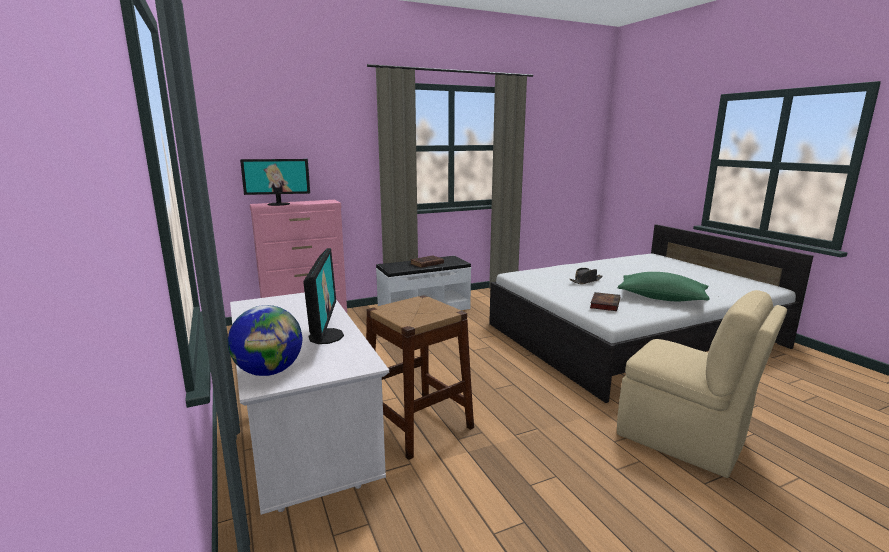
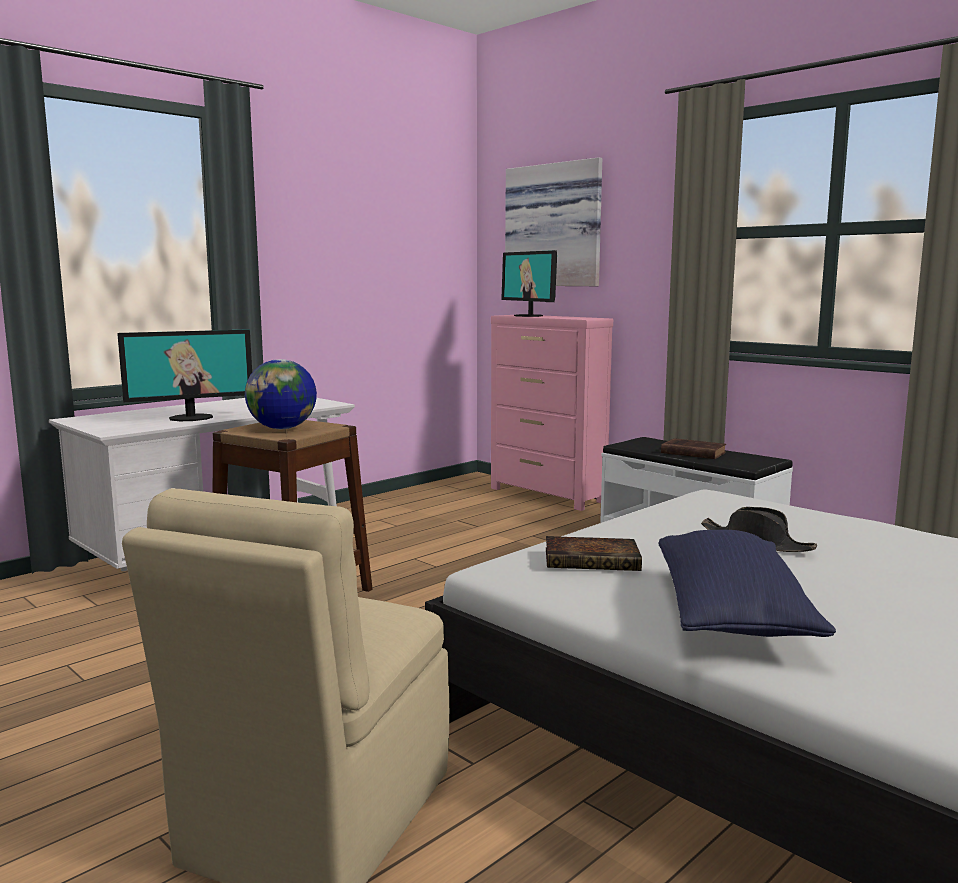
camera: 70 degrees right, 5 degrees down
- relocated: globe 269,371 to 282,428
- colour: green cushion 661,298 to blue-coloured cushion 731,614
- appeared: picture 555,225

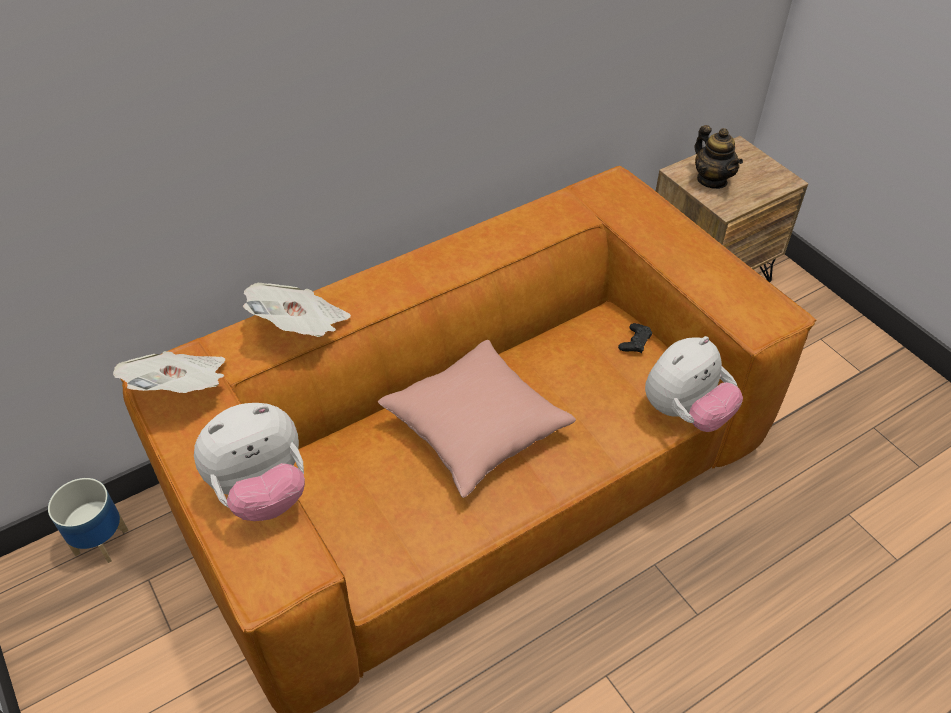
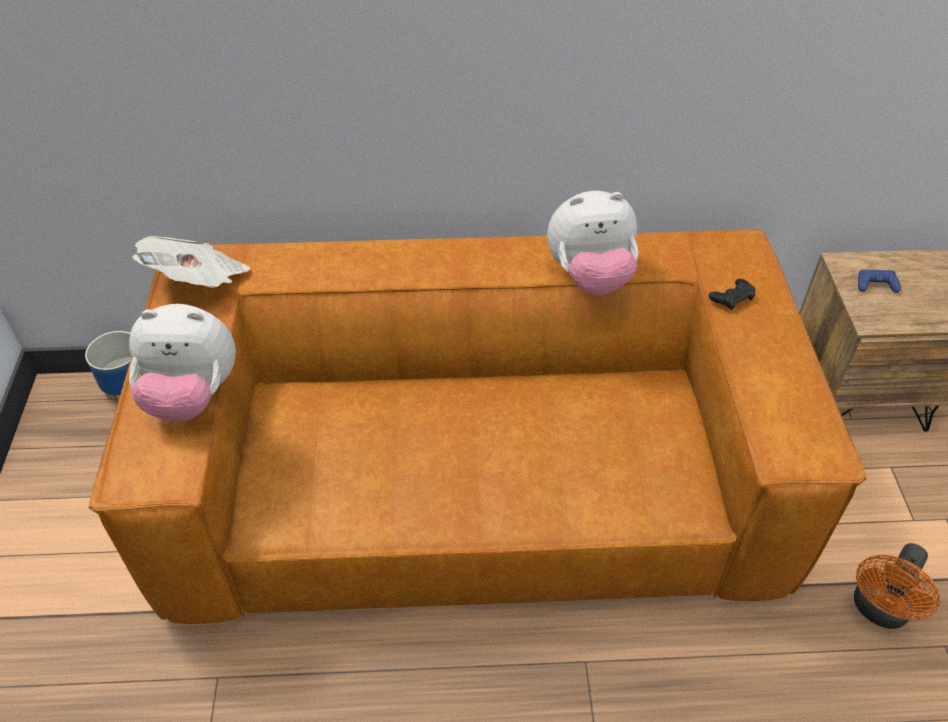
camera: 30 degrees right, 0 degrees up
- missing: newspaper 301,327
- missing: pink-coloured cushion 476,427
- relocated: black-coloured joypad 635,342 to 732,298
- relocated: soft toy 685,413 to 590,277
- exchanged: pot for tea 712,180 to blue-coloured joypad 875,285
- appeared: orange electric fan 878,611

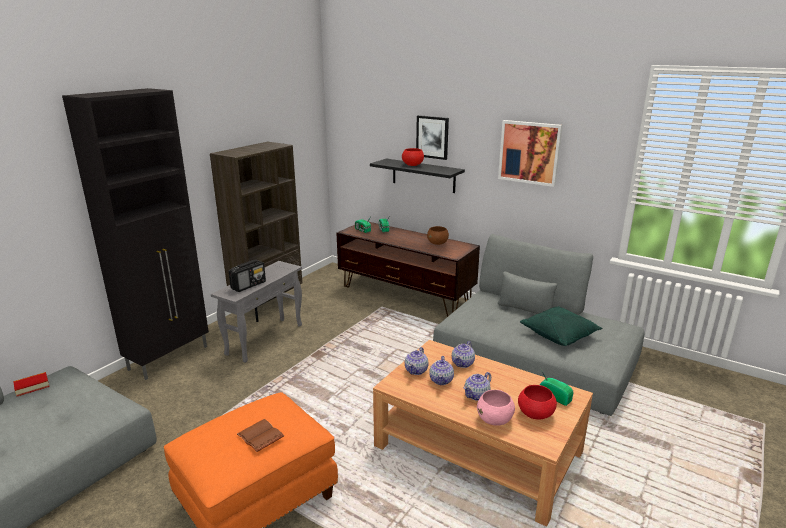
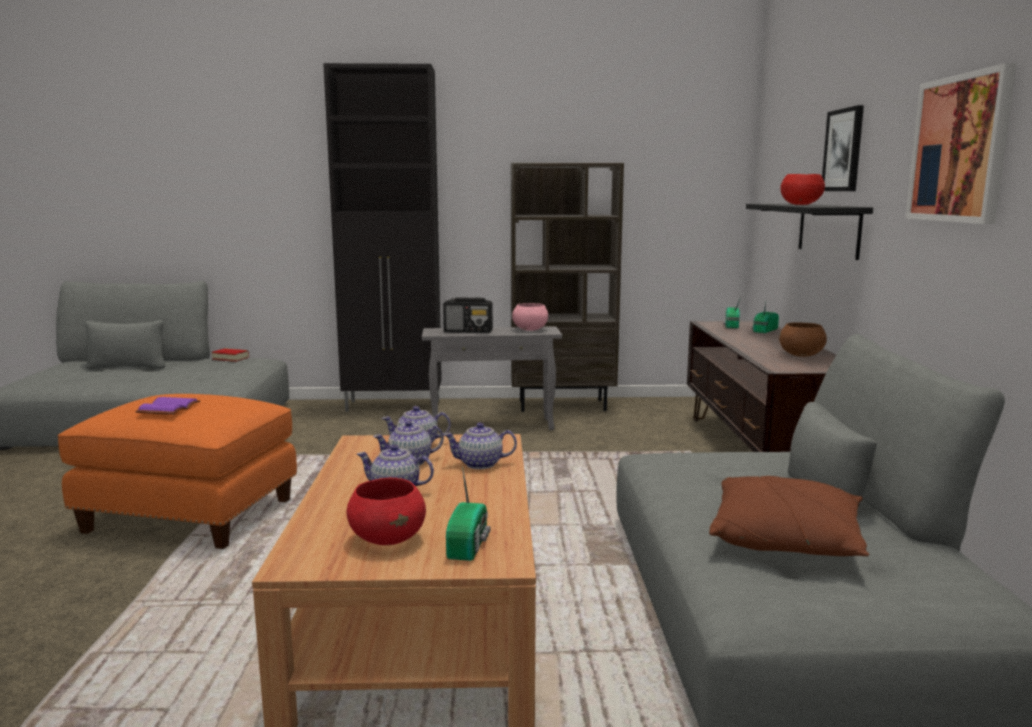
camera: 55 degrees right, 10 degrees down
- colour: brownish volume 261,436 to purple volume 169,408
- relocated: pink-coloured serving bowl 495,420 to 530,330
- colour: green cushion 559,334 to brownish cushion 786,540

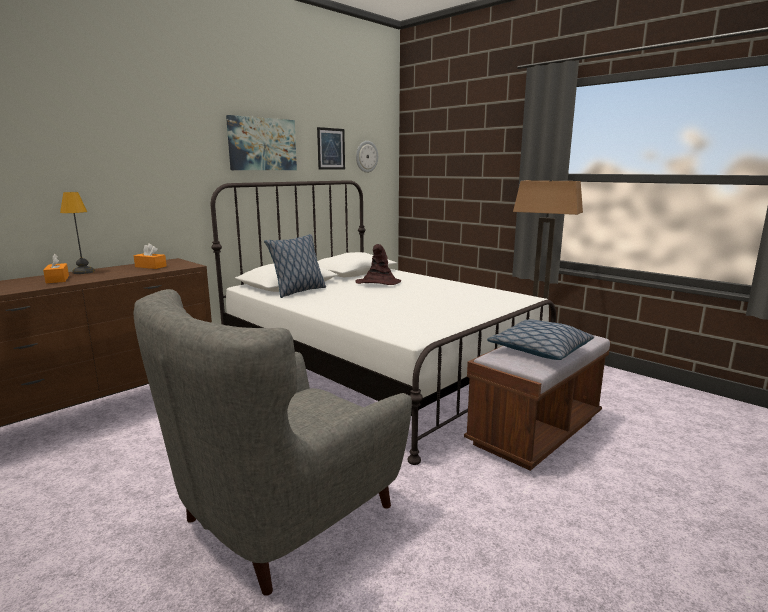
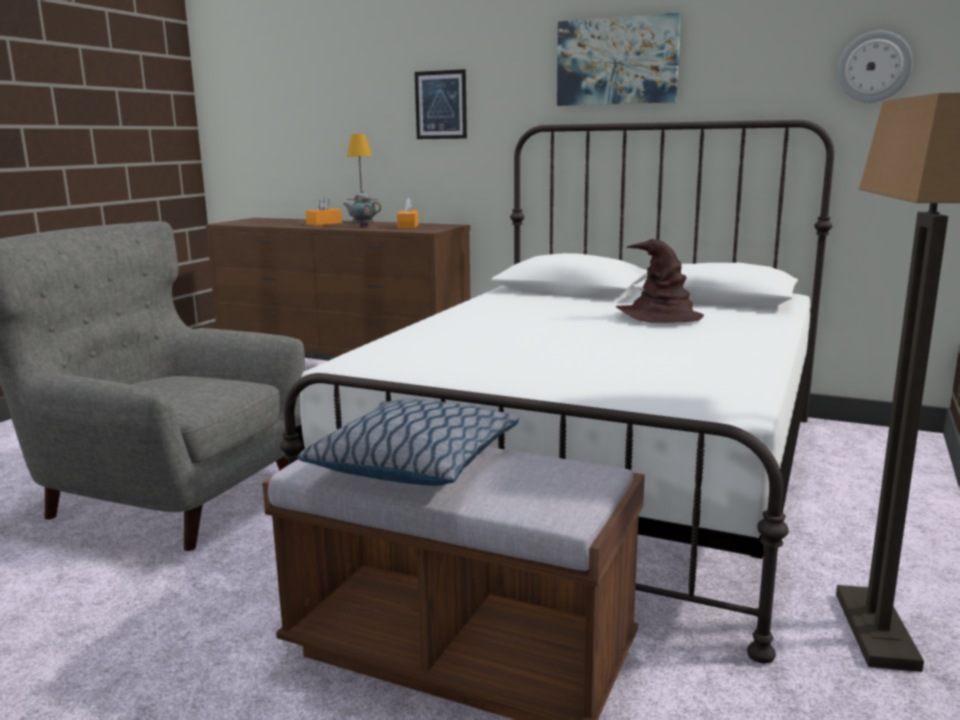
camera: 70 degrees right, 0 degrees up
- missing: cushion 298,291
- relocated: picture 331,149 to 441,105
- appeared: pot for tea 362,226

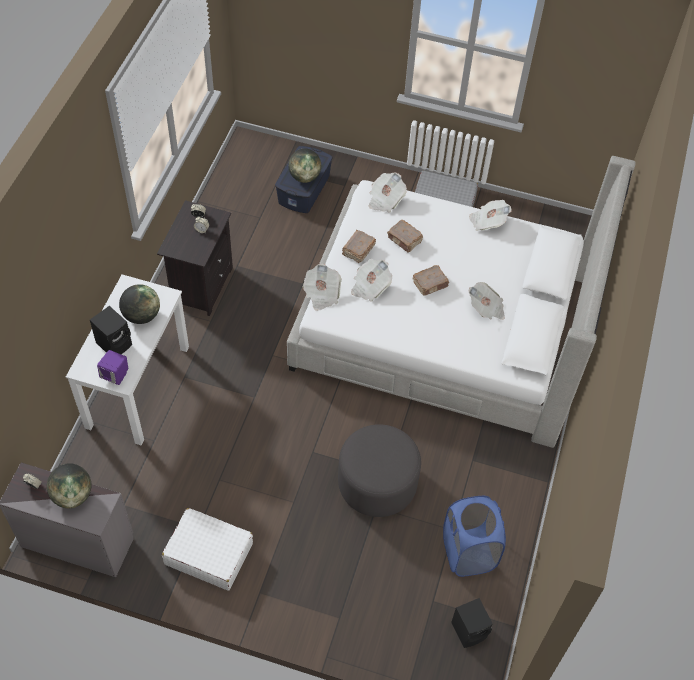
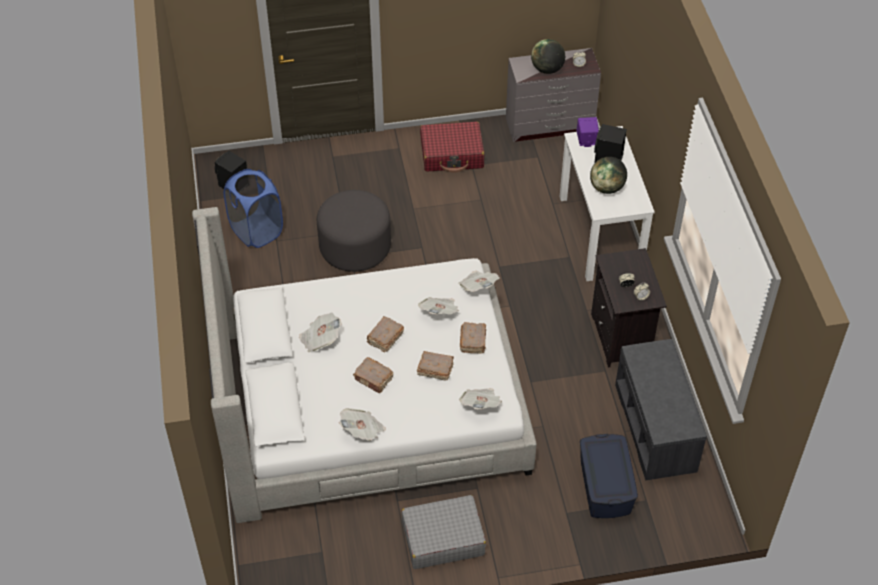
camera: 155 degrees right, 5 degrees down
- colour: white suitcase 208,553 to red-coloured suitcase 452,154
- missing: globe 304,177
- appeared: brownish volume 374,379
- appeared: grey long seat 656,428

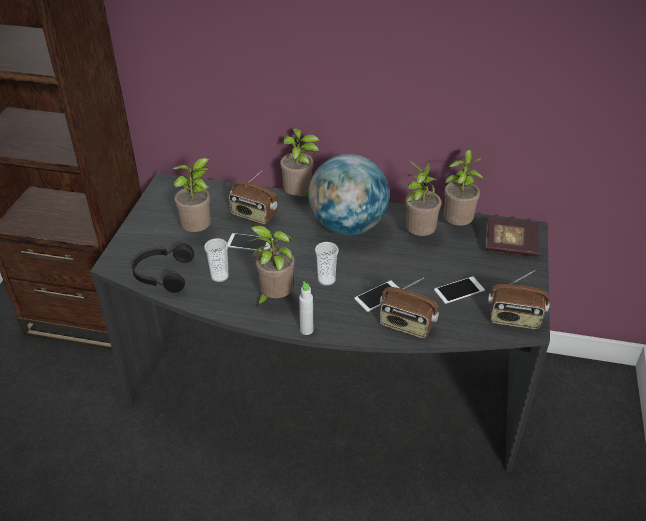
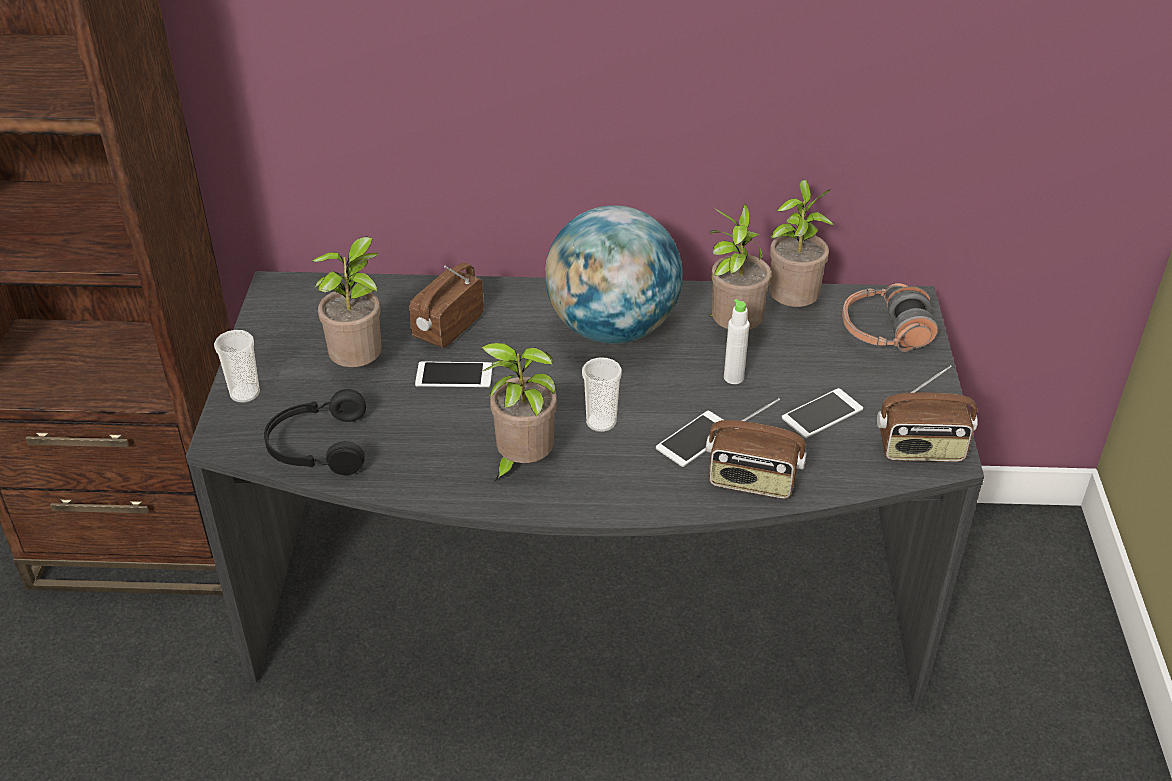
camera: 10 degrees left, 0 degrees up
- relocated: drinking cup 219,276 to 245,393
- spun: radio set 253,215 = 447,327 105 degrees clockwise
- missing: houseplant 299,198
- relocated: white drink bottle 306,330 to 733,378
- exchanged: volume 510,246 to headset 885,332

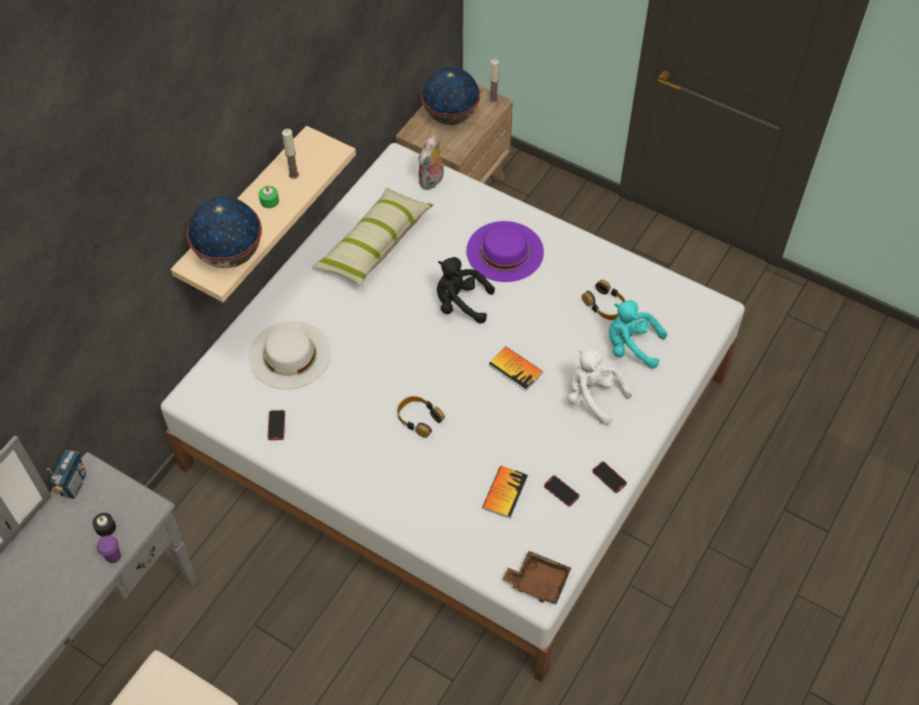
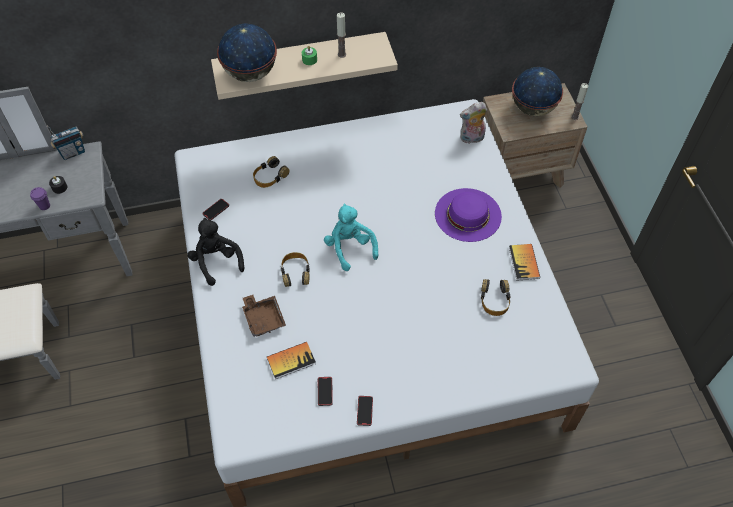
camera: 45 degrees right, 0 degrees up
- exchanged: white hat 289,354 to headset 270,176
- missing: cushion 374,245
- relocated: black-coloured soft toy 460,303 to 216,261
- relocated: volume 515,369 to 524,262
- relocated: brownish serving tray 538,581 to 263,318
- missing: white soft toy 592,397
- relocated: blue-green soft toy 631,346 to 350,248

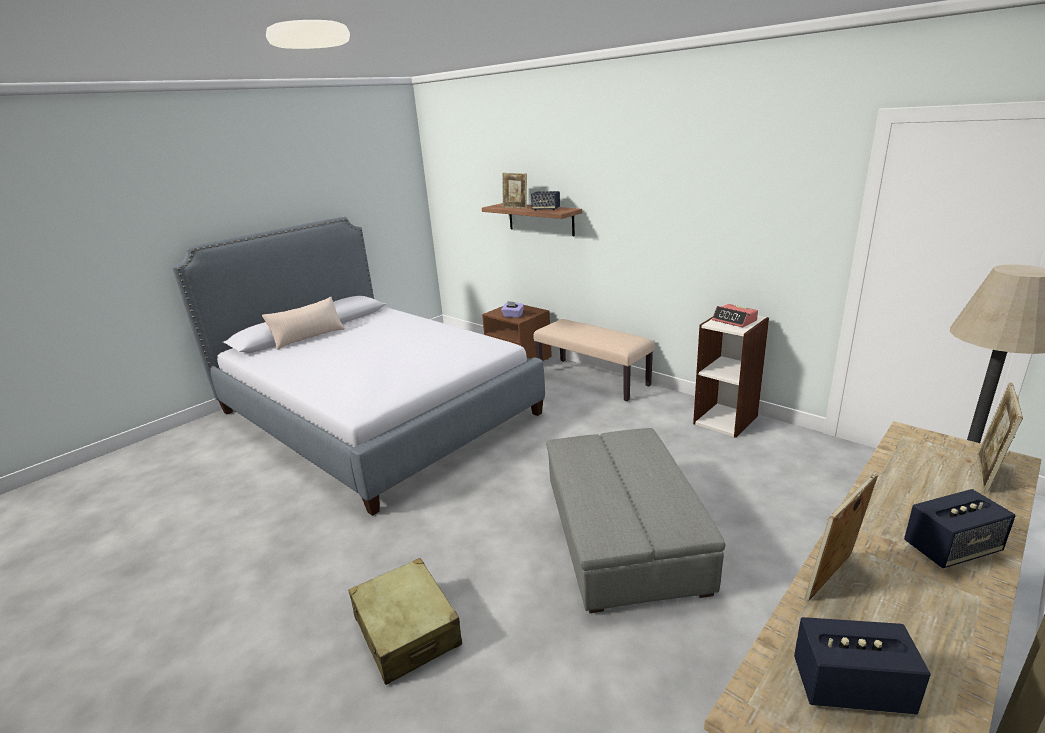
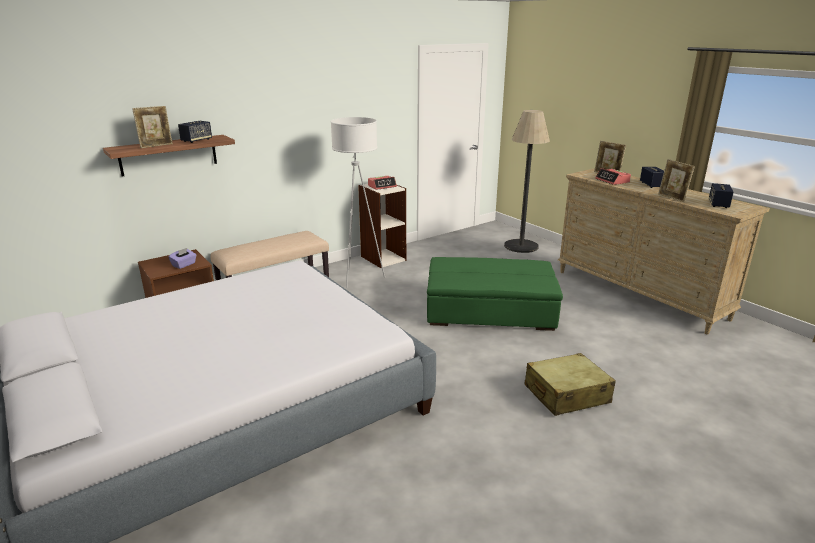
camera: 80 degrees left, 0 degrees up
- missing: beige-coloured cushion 308,337
- colour: grey pouffe 623,534 to green pouffe 489,310
- appeared: white standard lamp 359,278
- appeared: bedside clock 612,181

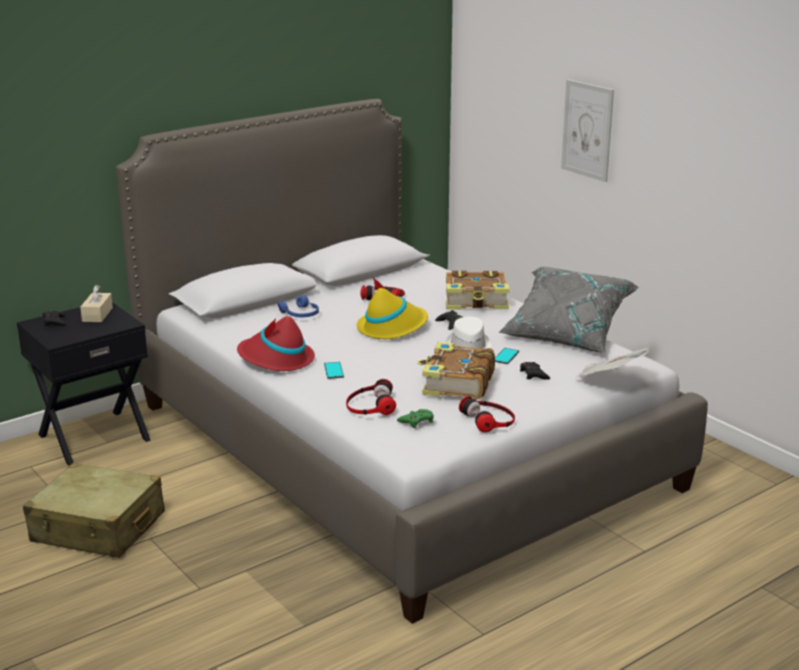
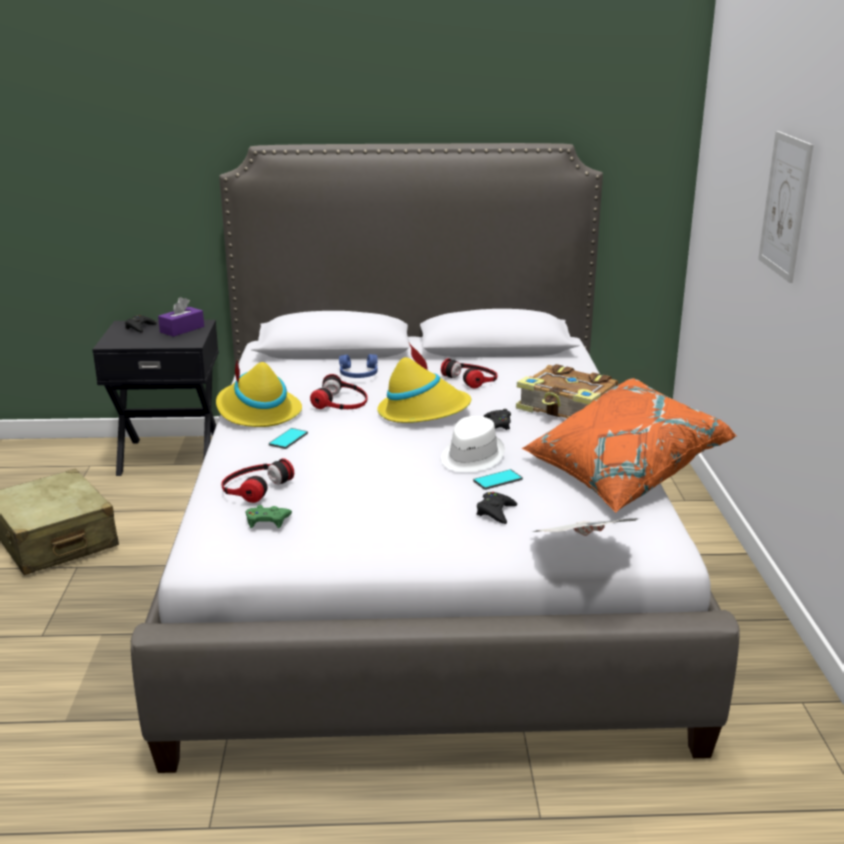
camera: 35 degrees right, 0 degrees up
- colour: beige-coloured box of tissues 97,314 to purple box of tissues 182,329
- colour: red-coloured hat 276,359 to yellow hat 257,412
- missing: volume 456,383
- relocated: headset 489,419 to 341,401
- colour: grey cushion 566,333 to orange cushion 619,475

